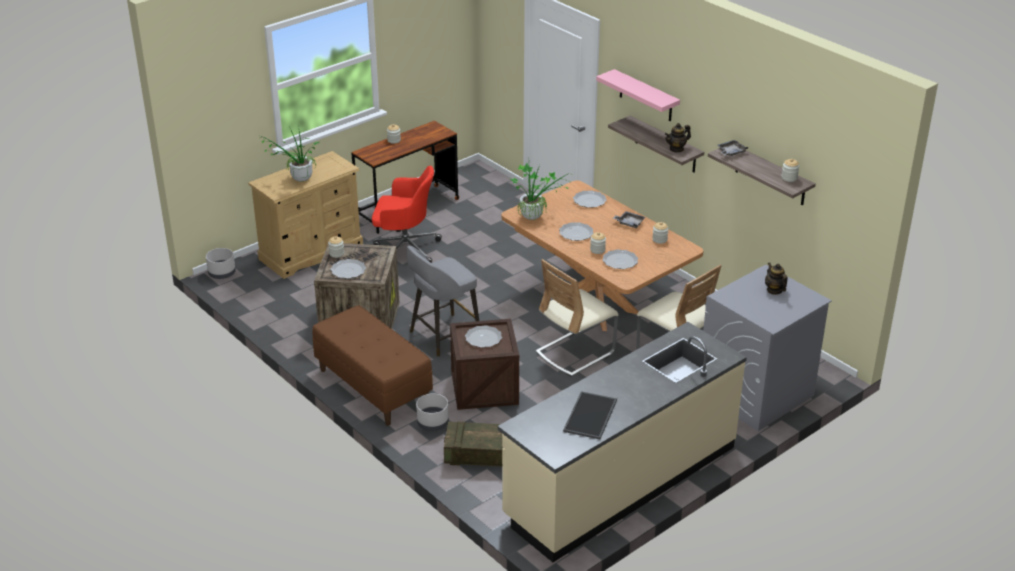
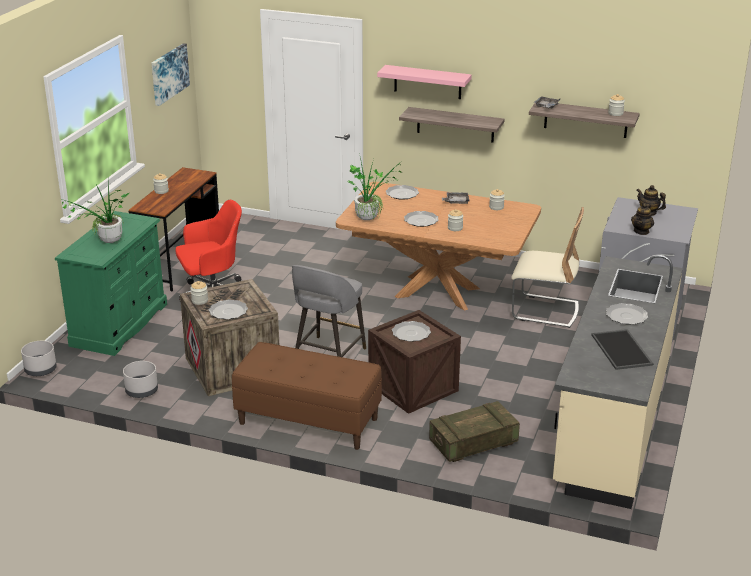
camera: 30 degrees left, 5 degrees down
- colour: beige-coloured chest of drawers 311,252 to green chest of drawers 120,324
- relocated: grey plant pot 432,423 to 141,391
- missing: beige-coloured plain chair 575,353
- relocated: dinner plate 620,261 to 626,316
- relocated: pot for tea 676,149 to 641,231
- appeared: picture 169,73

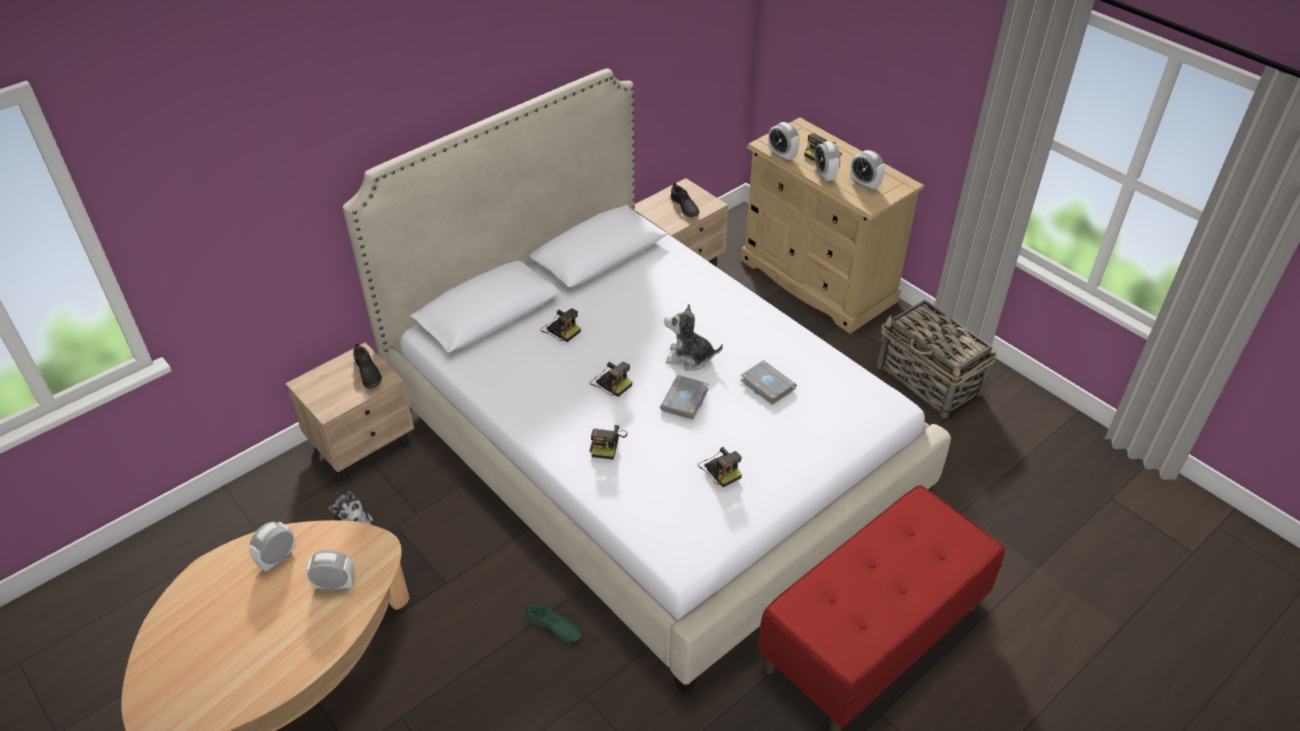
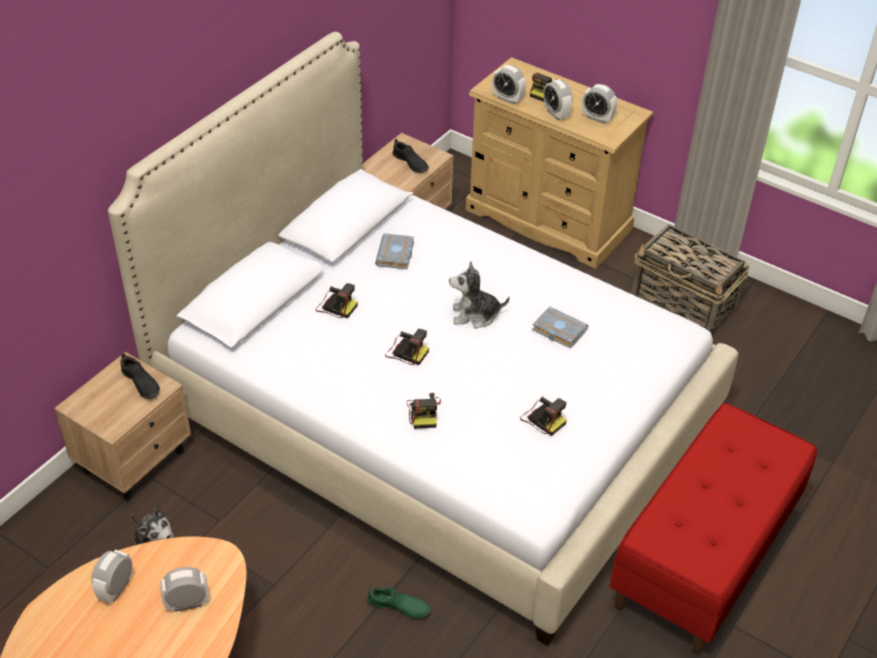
camera: 15 degrees left, 0 degrees up
- relocated: grey volume 686,401 to 396,255

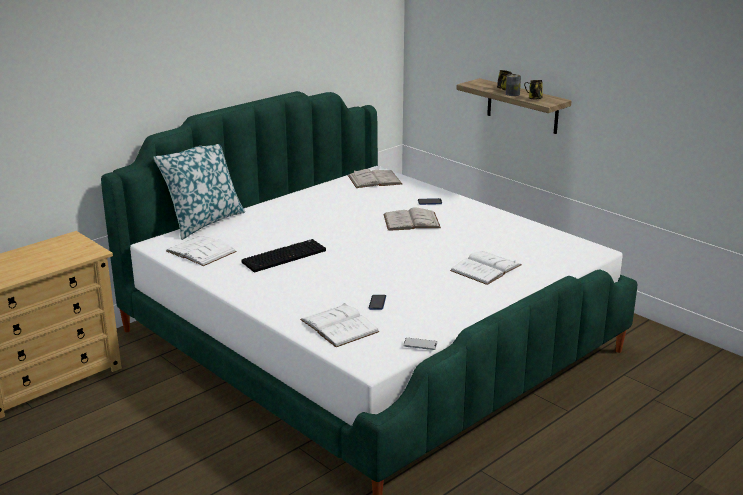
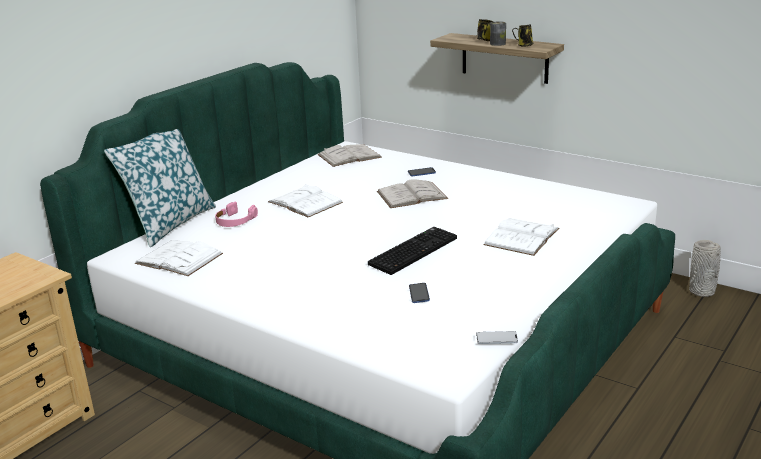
camera: 10 degrees left, 0 degrees up
- relocated: PC keyboard 284,256 to 413,251
- relocated: white volume 339,326 to 305,202
- appeared: pink-coloured headset 235,221
- appeared: grey decorative vase 702,292

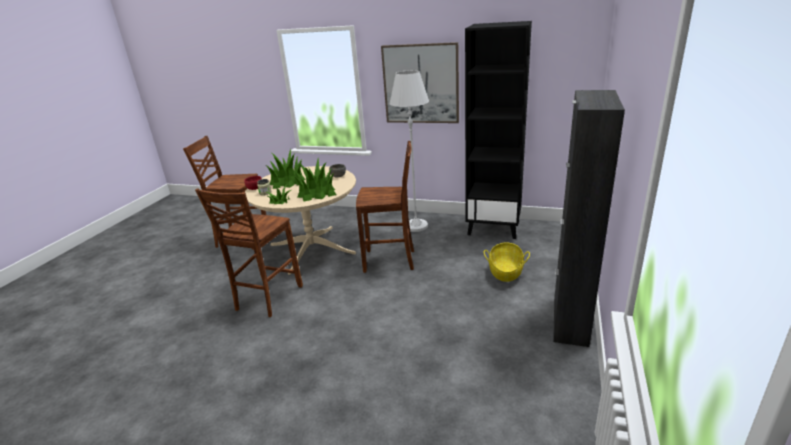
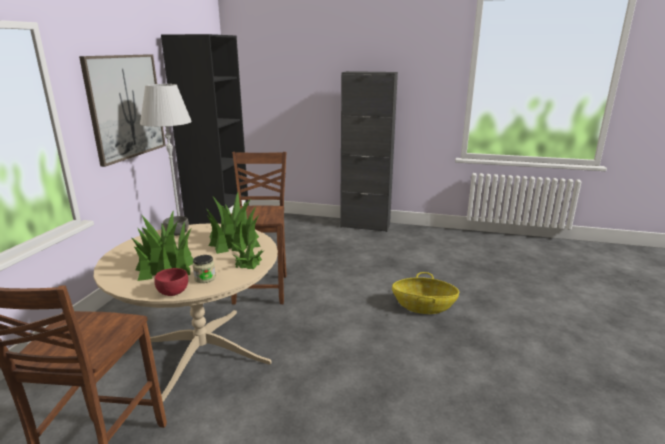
camera: 95 degrees left, 5 degrees down
- missing: brownish plain chair 267,298
- relocated: household basket 505,271 to 423,306

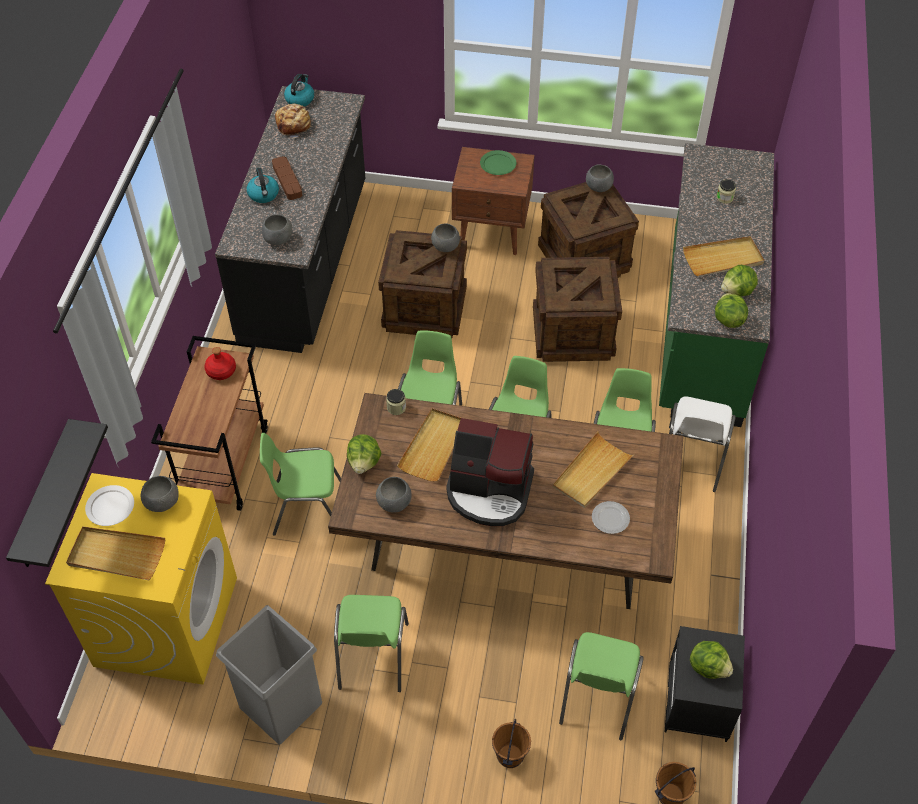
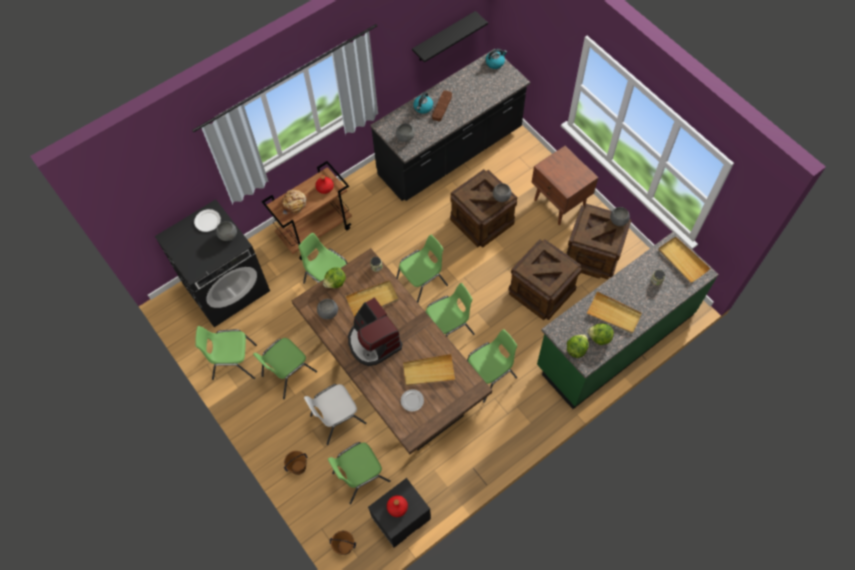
camera: 45 degrees right, 10 degrees up
- relocated: black-coloured shelf 44,498 to 444,37
- colour: yellow laundry machine 166,620 to black-coloured laundry machine 226,286
- relocated: beige-coloured serving tray 116,555 to 682,260
- exchanged: grey waste bin 280,704 to green plain chair 234,362
- relocated: bread 294,125 to 294,204
- missing: green dinner plate 498,164
- relocated: white plain chair 692,459 to 337,419
- exchanged: lettuce head 708,667 to red-coloured drink bottle 397,507

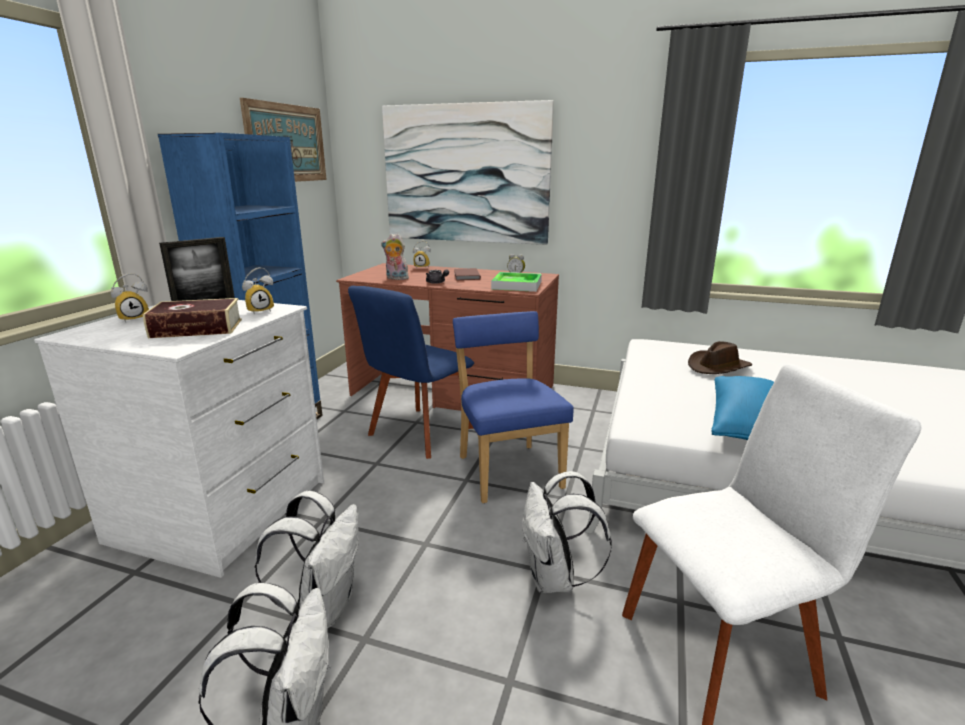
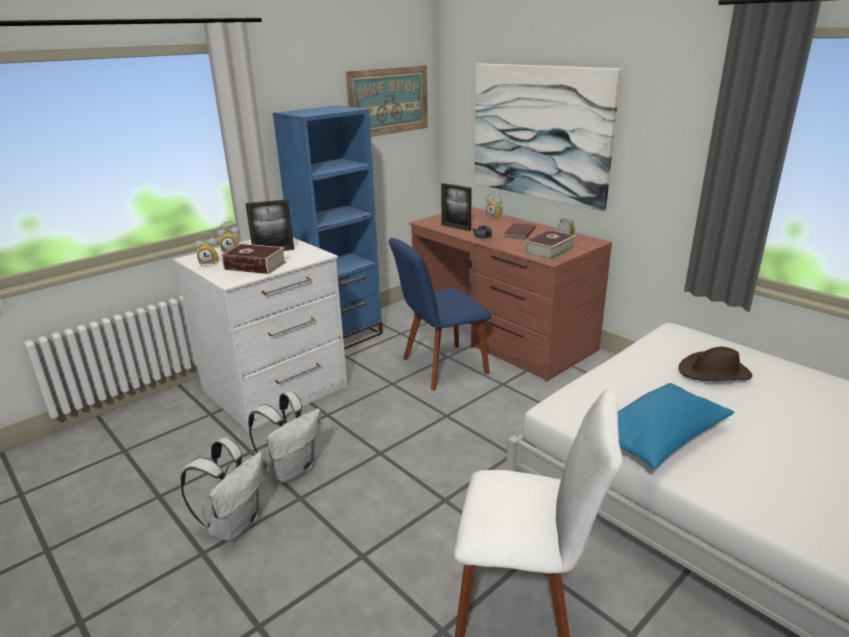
camera: 30 degrees right, 5 degrees up
- relocated: bedside clock 260,311 to 210,262
- exchanged: soft toy 396,278 to picture frame 456,227
- missing: blue-coloured plain chair 507,469
- exchanged: serving tray 517,285 to volume 549,251
- missing: white rucksack 554,579

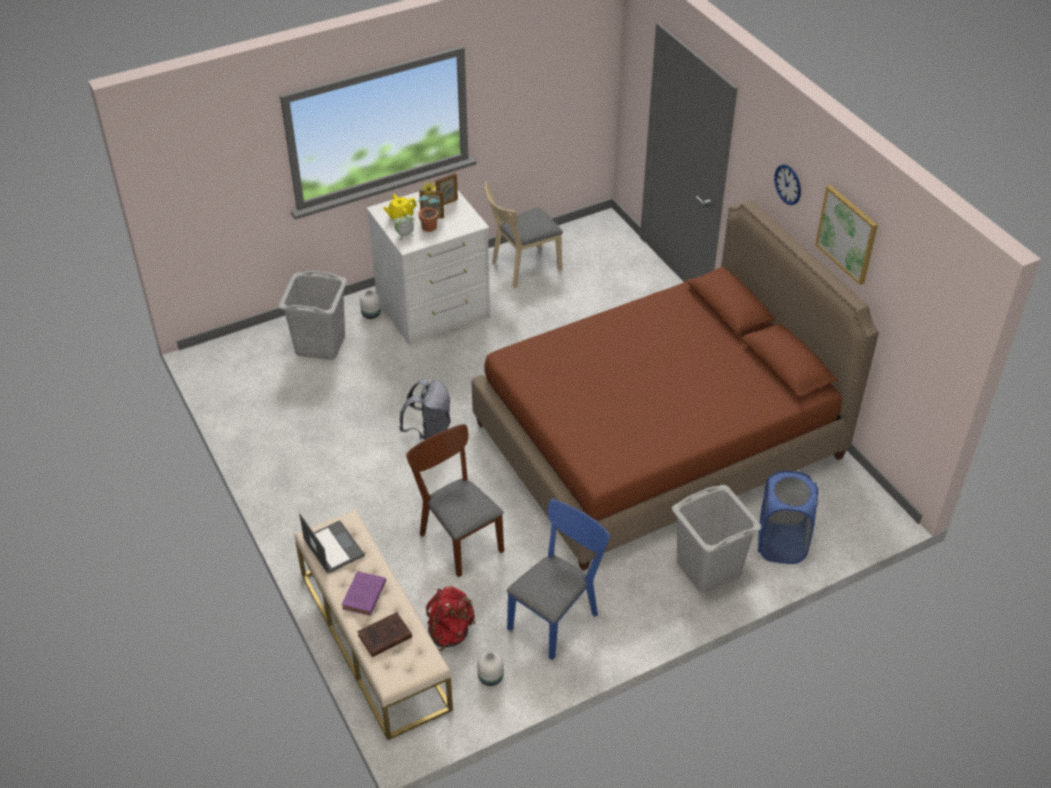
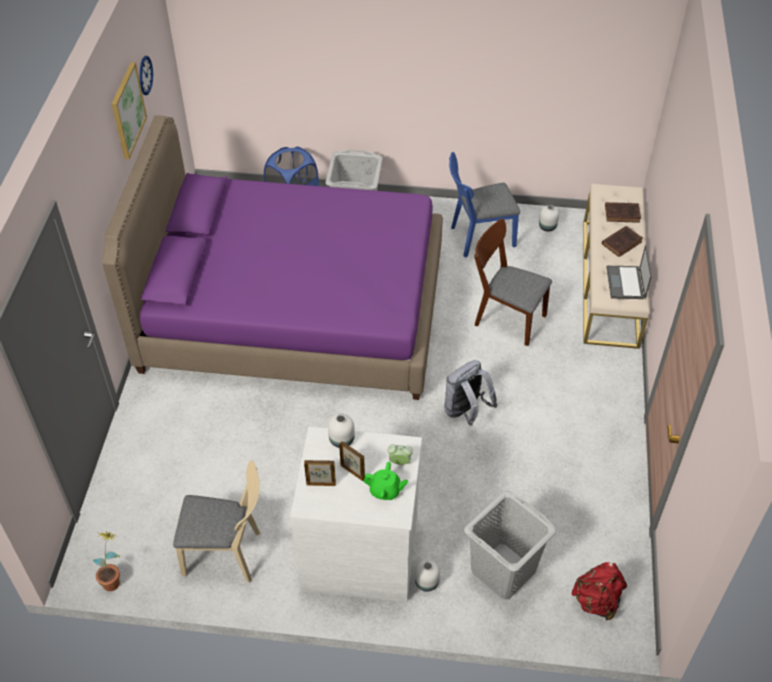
camera: 145 degrees left, 5 degrees up
- colour: purple volume 363,596 to brownish volume 622,242
- colour: yellow pot for tea 400,217 to green pot for tea 385,491
- spun: brownish plain chair 458,538 = 505,317 120 degrees clockwise
- relocated: houseplant 429,230 to 114,579
- relocated: red-coloured rucksack 450,633 to 597,601
- colour: brownish sleeping bed 658,440 to purple sleeping bed 294,311
- relocated: wall clock 788,184 to 145,75
- appeared: white decorative vase 342,440

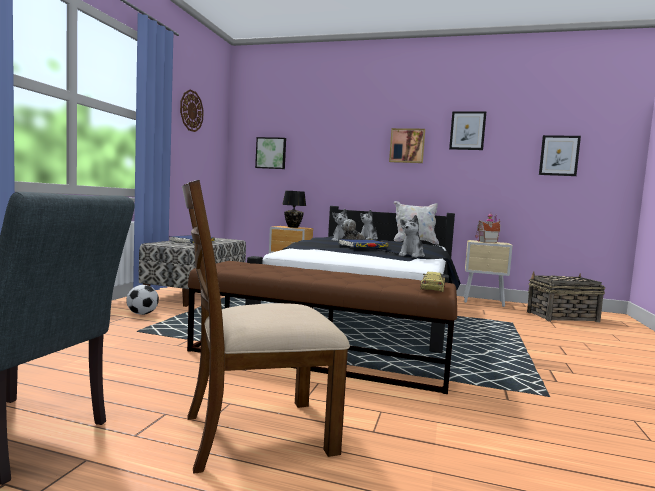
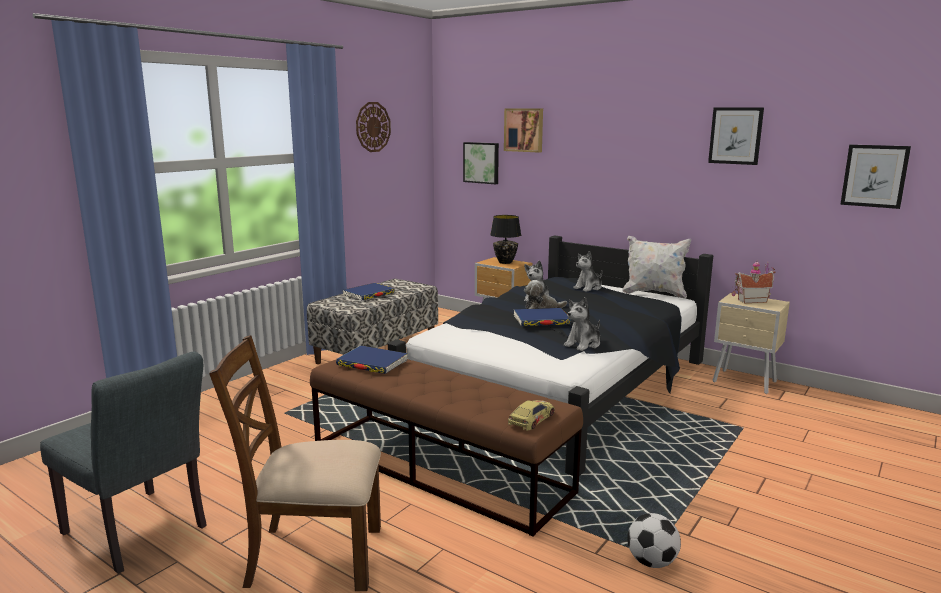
camera: 20 degrees right, 10 degrees up
- relocated: football 142,314 to 651,562
- relocated: picture 407,146 to 524,130
- missing: household basket 561,317
- appeared: blue-coloured volume 372,363

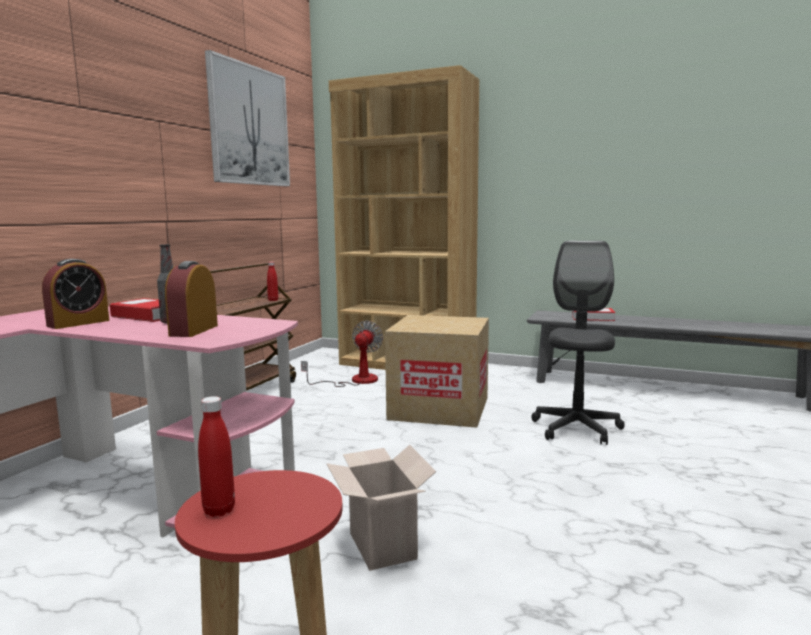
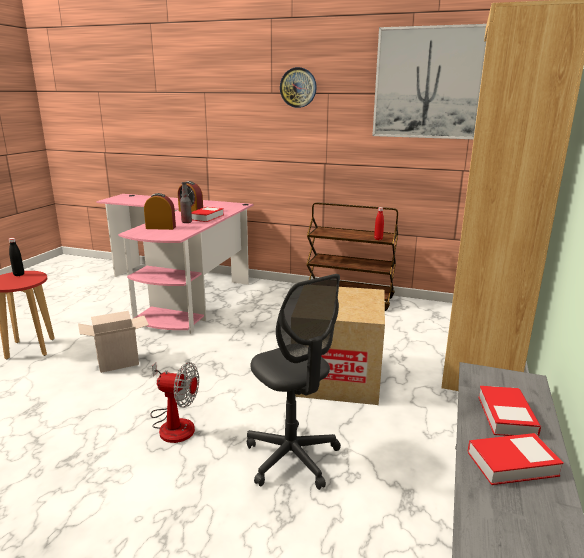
camera: 85 degrees right, 10 degrees up
- colour: red-coloured drink bottle 219,510 to black-coloured drink bottle 19,275
- relocated: electric fan 354,381 to 174,423
- spun: grey office chair 576,428 = 292,458 45 degrees clockwise
- appeared: wall clock 298,87
- appeared: volume 512,464

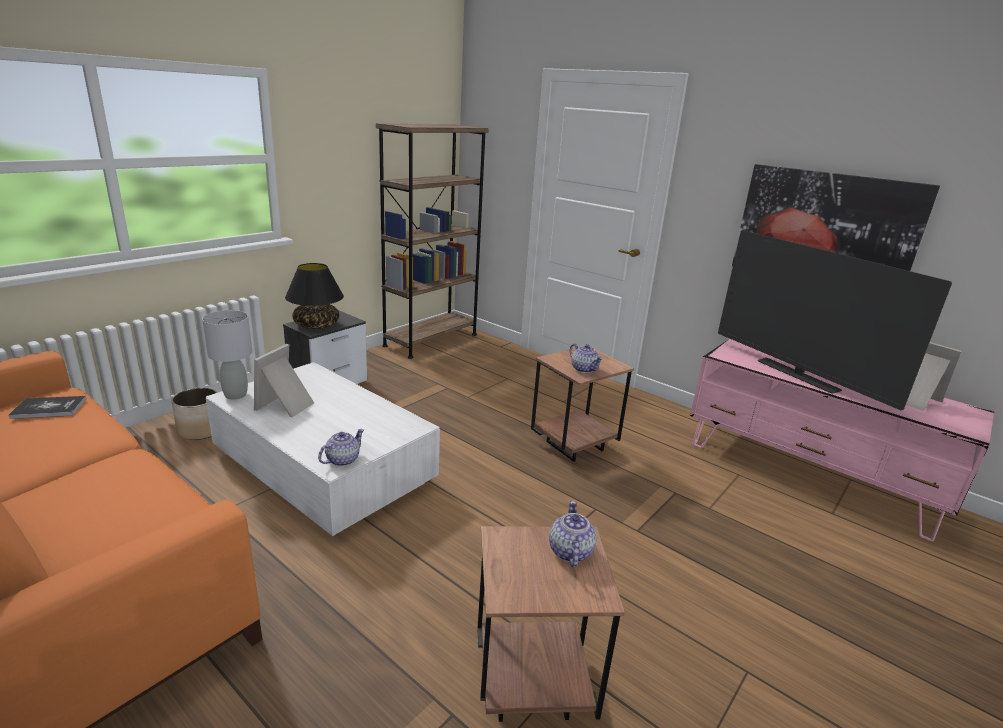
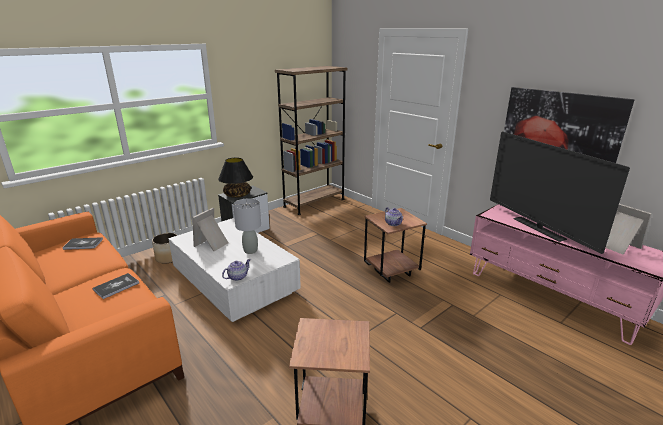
camera: 10 degrees right, 0 degrees up
- relocated: grey tabletop lamp 235,395 to 250,251
- missing: pot for tea 570,552
- appeared: volume 116,286

